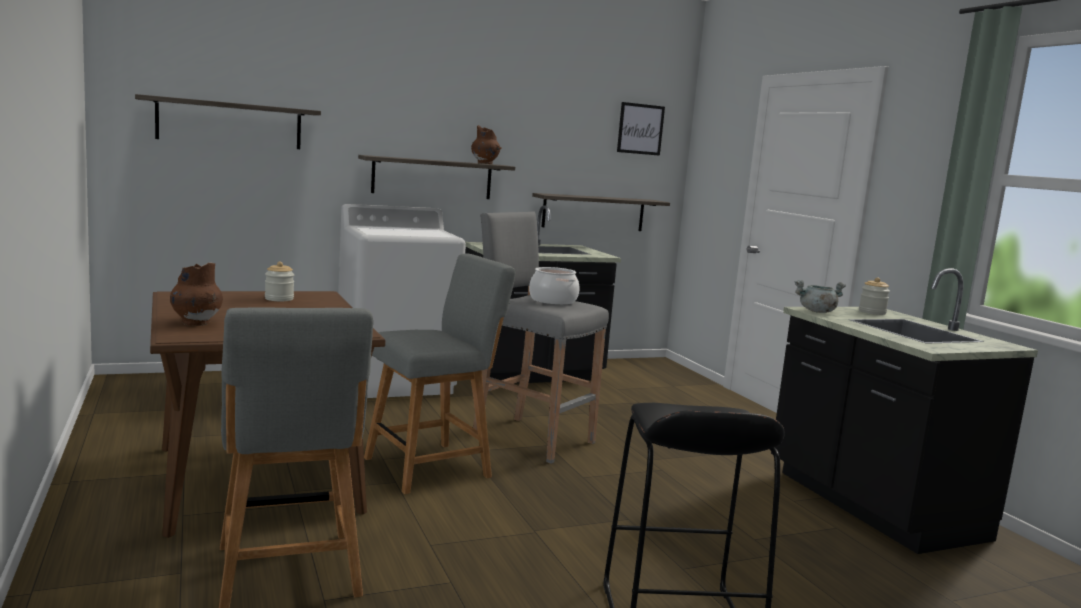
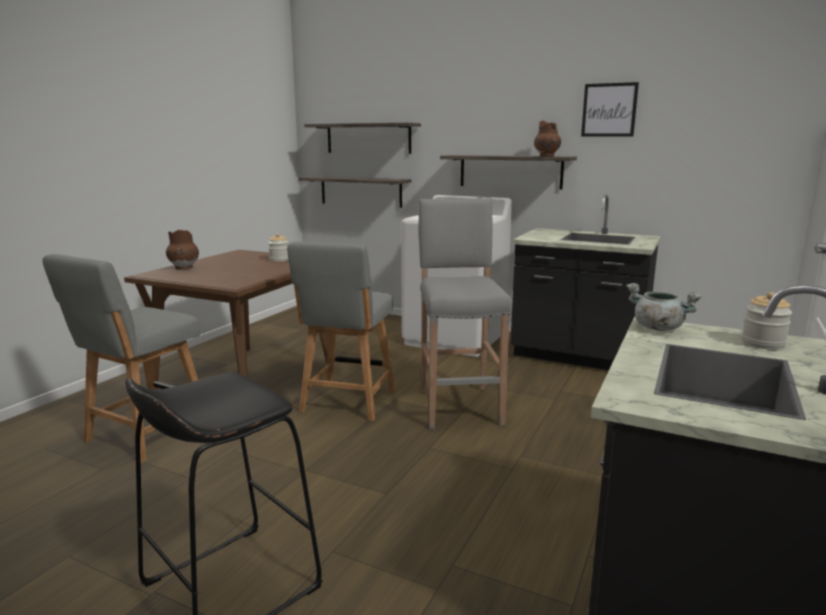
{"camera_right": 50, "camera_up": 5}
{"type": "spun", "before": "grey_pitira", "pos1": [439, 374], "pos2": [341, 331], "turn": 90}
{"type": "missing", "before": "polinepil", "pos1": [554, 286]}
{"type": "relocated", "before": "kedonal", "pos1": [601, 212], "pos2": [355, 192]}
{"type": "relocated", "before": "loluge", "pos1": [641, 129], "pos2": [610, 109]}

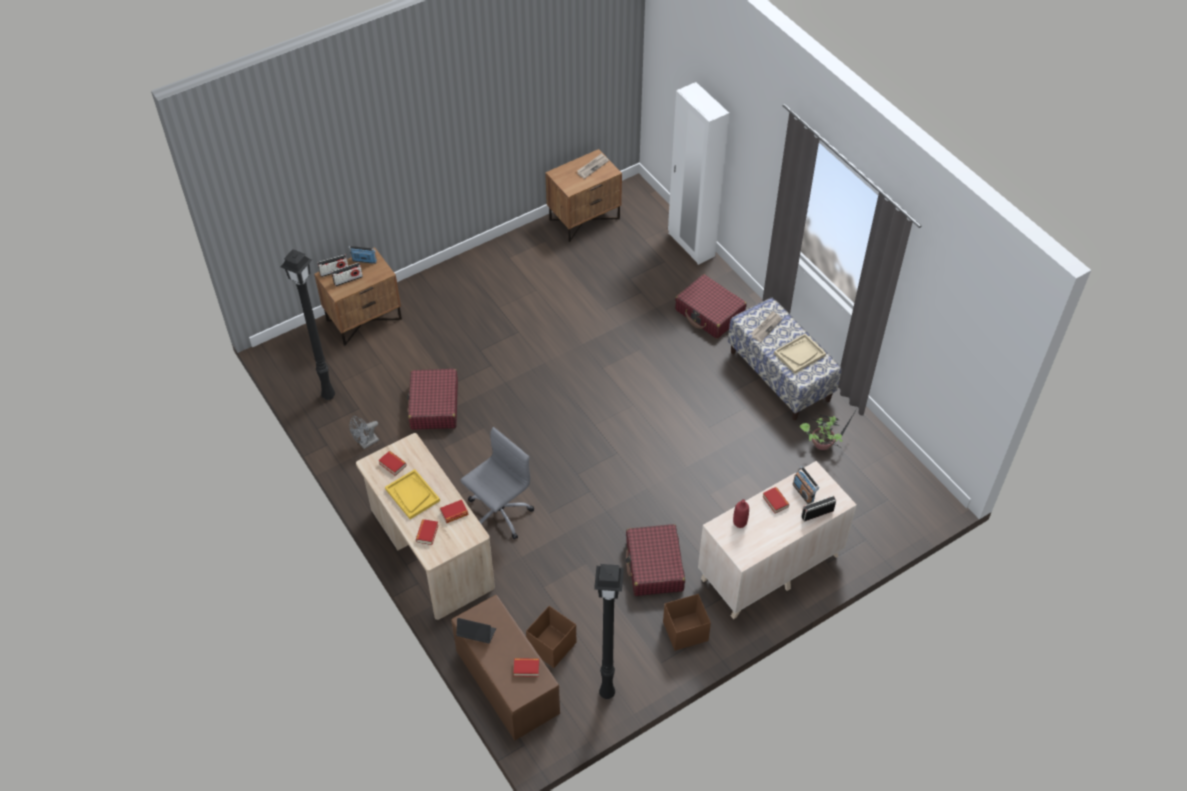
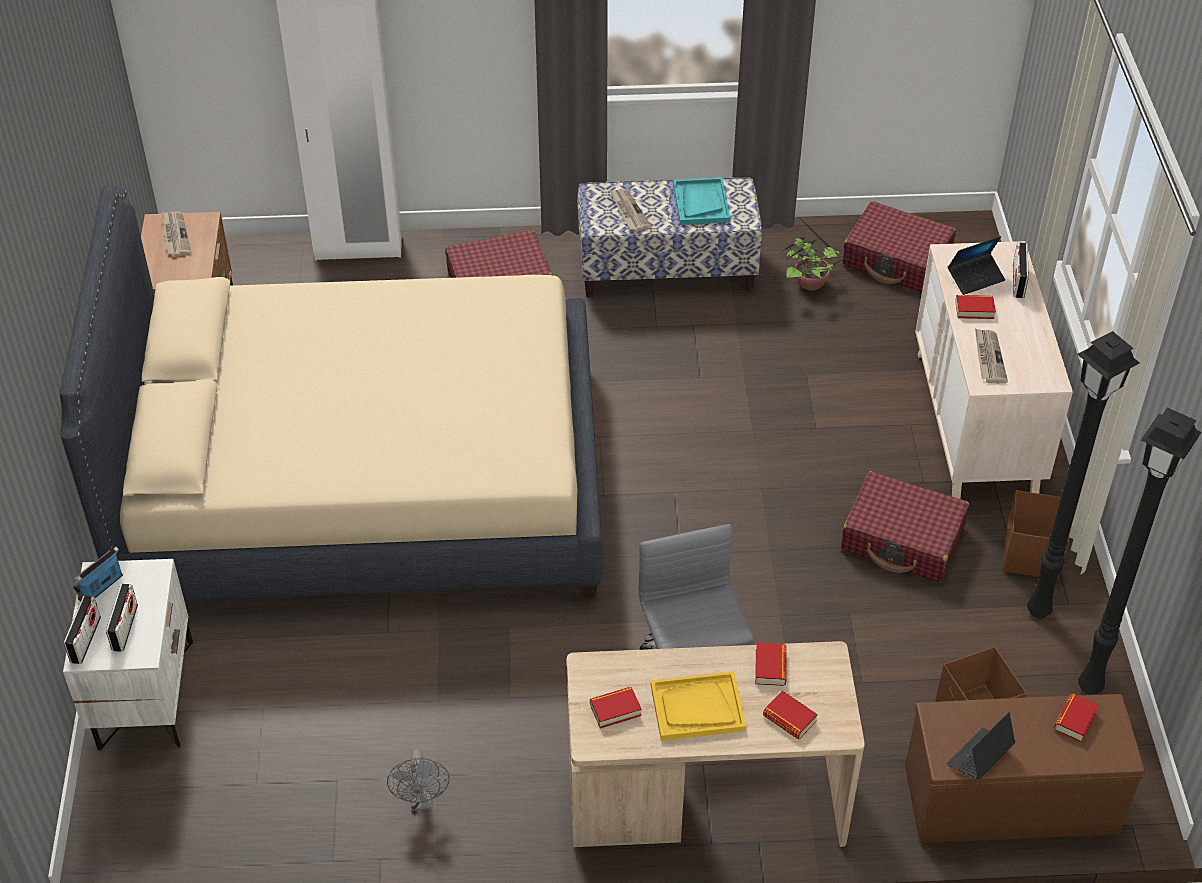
{"camera_right": -60, "camera_up": -5}
{"type": "relocated", "before": "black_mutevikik", "pos1": [308, 324], "pos2": [1083, 475]}
{"type": "colour", "before": "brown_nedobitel", "after": "white_nedobitel", "pos1": [358, 296], "pos2": [128, 655]}
{"type": "relocated", "before": "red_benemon", "pos1": [432, 399], "pos2": [899, 246]}
{"type": "exchanged", "before": "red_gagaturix", "after": "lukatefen", "pos1": [741, 513], "pos2": [991, 355]}
{"type": "colour", "before": "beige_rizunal", "after": "turquoise_rizunal", "pos1": [800, 353], "pos2": [702, 201]}
{"type": "exchanged", "before": "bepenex", "after": "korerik", "pos1": [806, 485], "pos2": [976, 265]}
{"type": "appeared", "after": "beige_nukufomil", "pos2": [331, 392]}

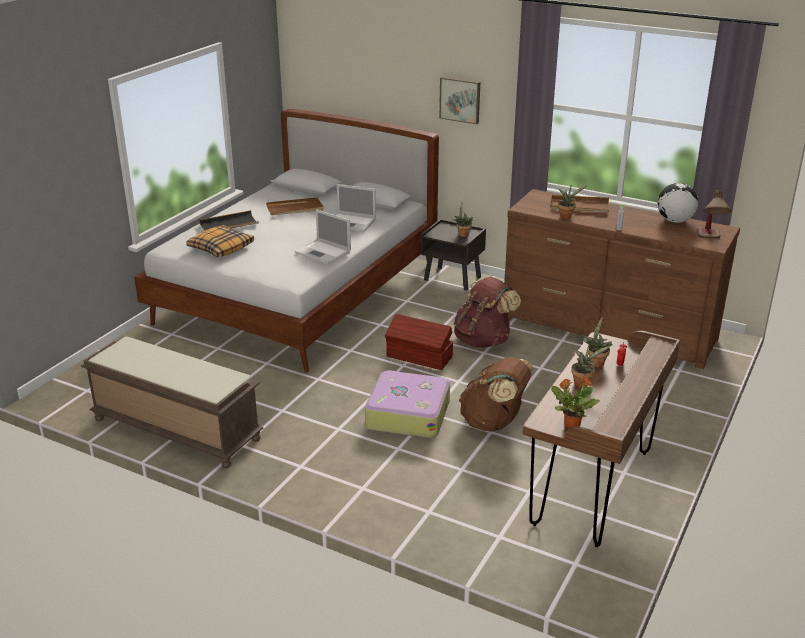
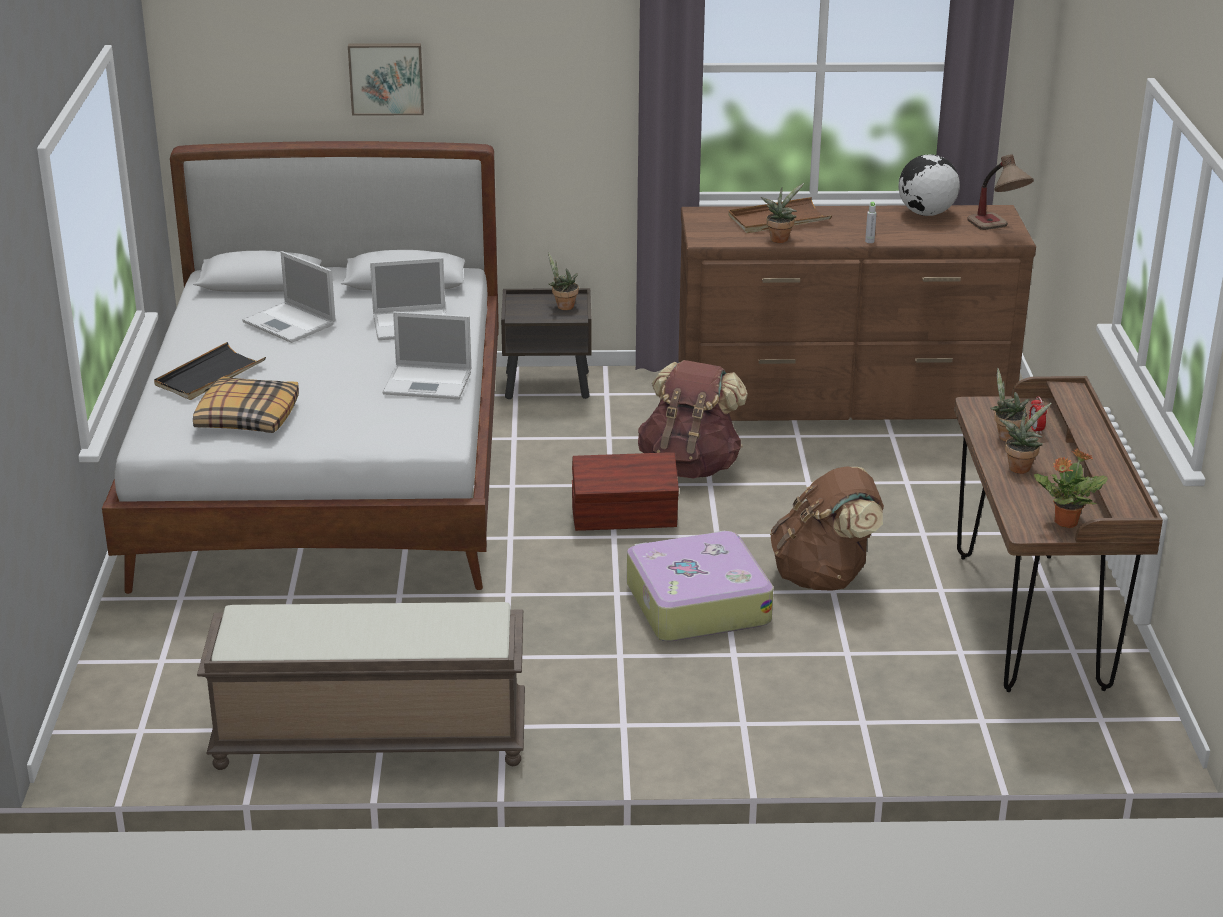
{"camera_right": -30, "camera_up": 0}
{"type": "exchanged", "before": "brown_rizunal", "after": "korerik", "pos1": [295, 206], "pos2": [289, 297]}
{"type": "relocated", "before": "loluge", "pos1": [459, 100], "pos2": [386, 79]}

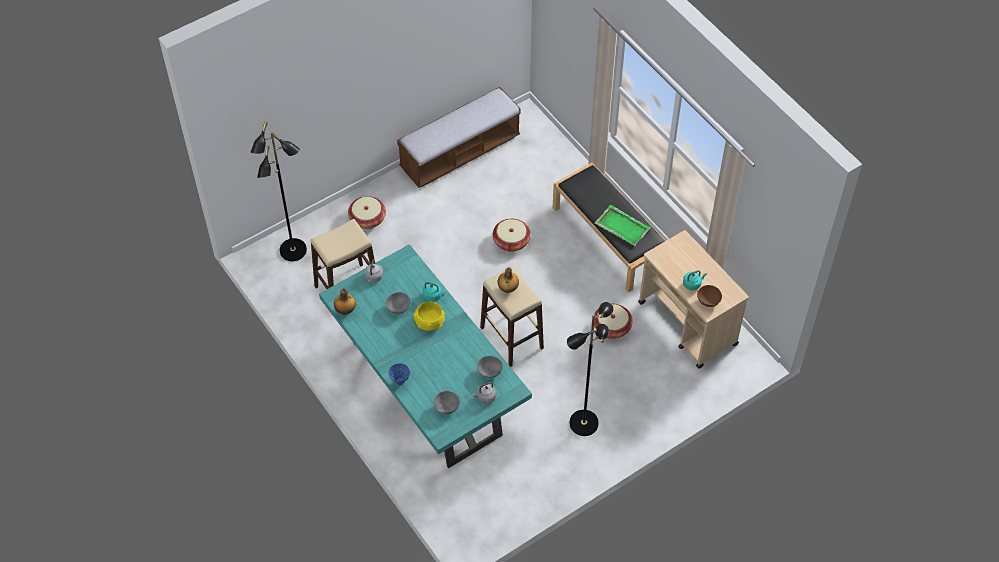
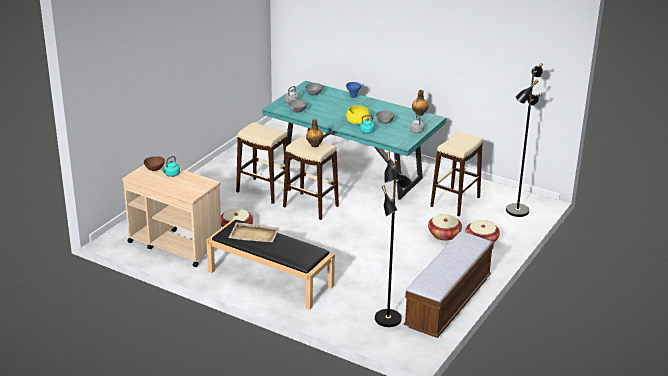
{"camera_right": 155, "camera_up": -25}
{"type": "relocated", "before": "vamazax", "pos1": [512, 235], "pos2": [445, 227]}
{"type": "relocated", "before": "black_mutevikik", "pos1": [590, 369], "pos2": [393, 239]}
{"type": "colour", "before": "green_rizunal", "after": "beige_rizunal", "pos1": [623, 225], "pos2": [253, 232]}
{"type": "appeared", "after": "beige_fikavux", "pos2": [263, 163]}

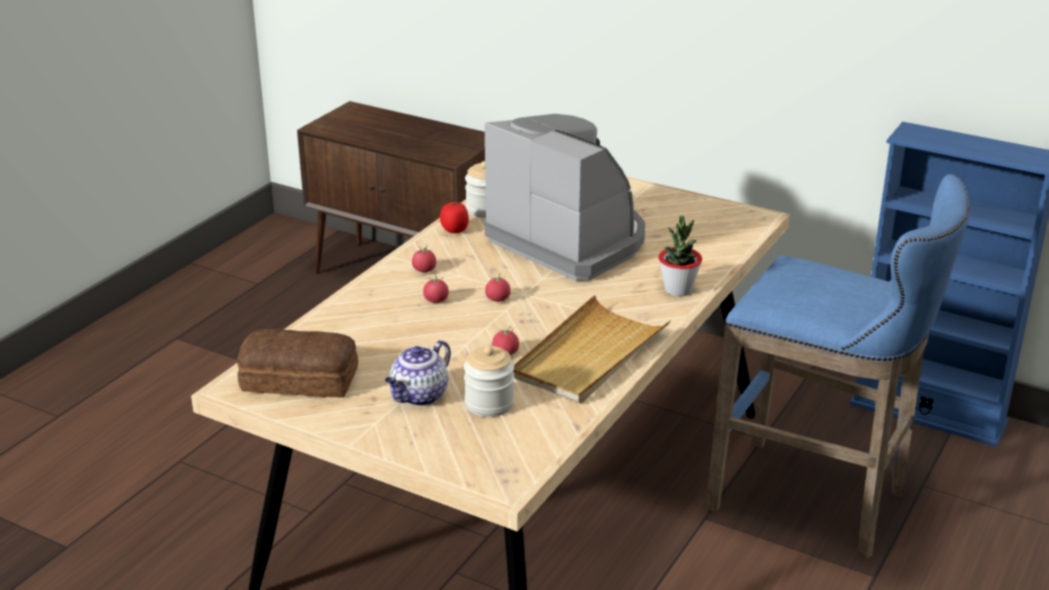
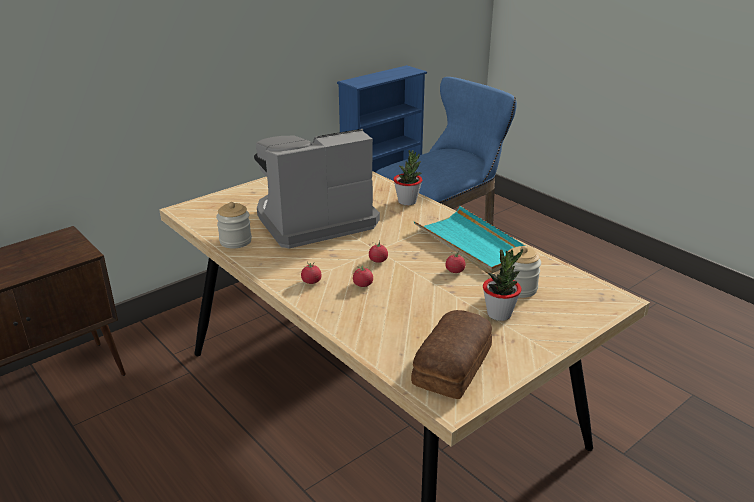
{"camera_right": -70, "camera_up": 0}
{"type": "exchanged", "before": "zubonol", "after": "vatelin", "pos1": [418, 373], "pos2": [503, 285]}
{"type": "missing", "before": "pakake", "pos1": [454, 217]}
{"type": "colour", "before": "beige_rizunal", "after": "turquoise_rizunal", "pos1": [592, 349], "pos2": [470, 240]}

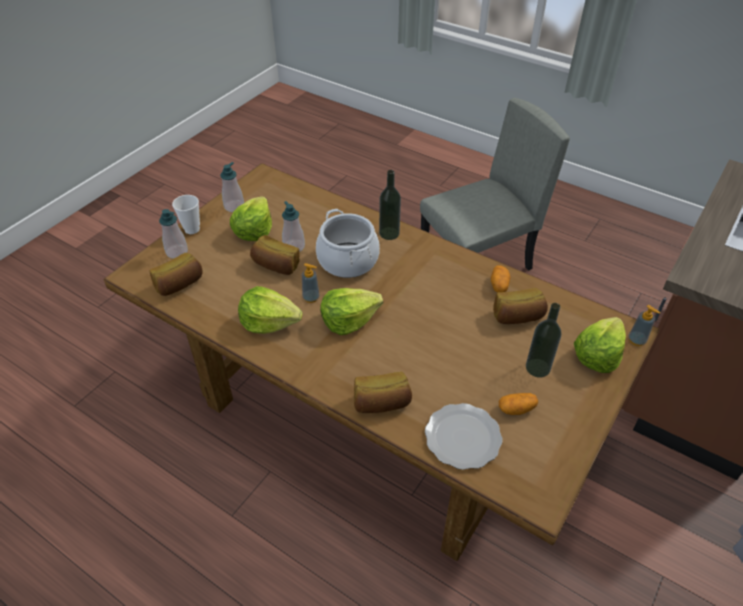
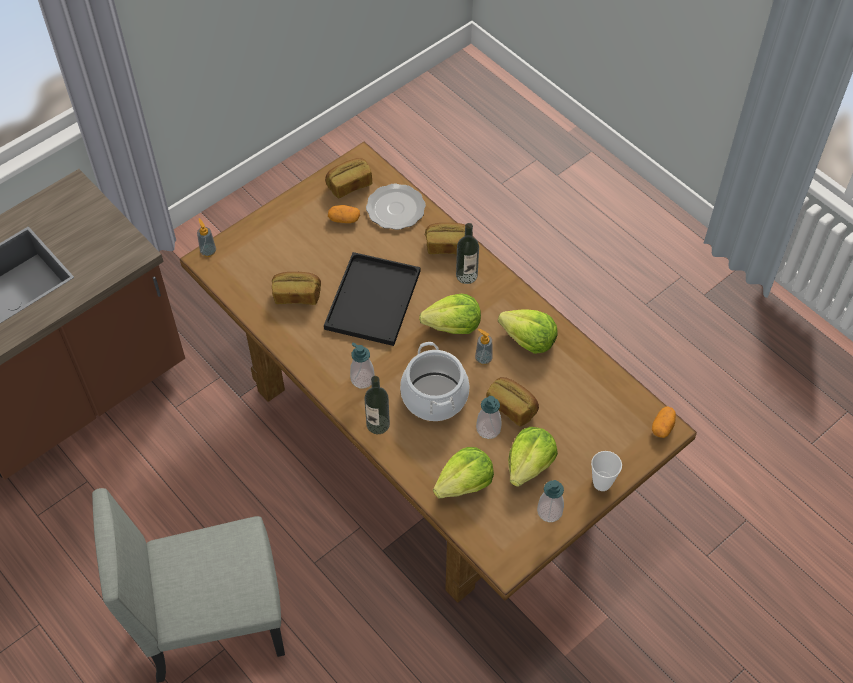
{"camera_right": -165, "camera_up": 10}
{"type": "relocated", "before": "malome", "pos1": [176, 274], "pos2": [348, 178]}
{"type": "relocated", "before": "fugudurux", "pos1": [173, 234], "pos2": [362, 365]}
{"type": "relocated", "before": "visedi", "pos1": [500, 278], "pos2": [664, 422]}
{"type": "relocated", "before": "gagaturix", "pos1": [543, 340], "pos2": [467, 253]}
{"type": "relocated", "before": "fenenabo", "pos1": [600, 345], "pos2": [463, 473]}
{"type": "appeared", "after": "black_rizunal", "pos2": [372, 299]}

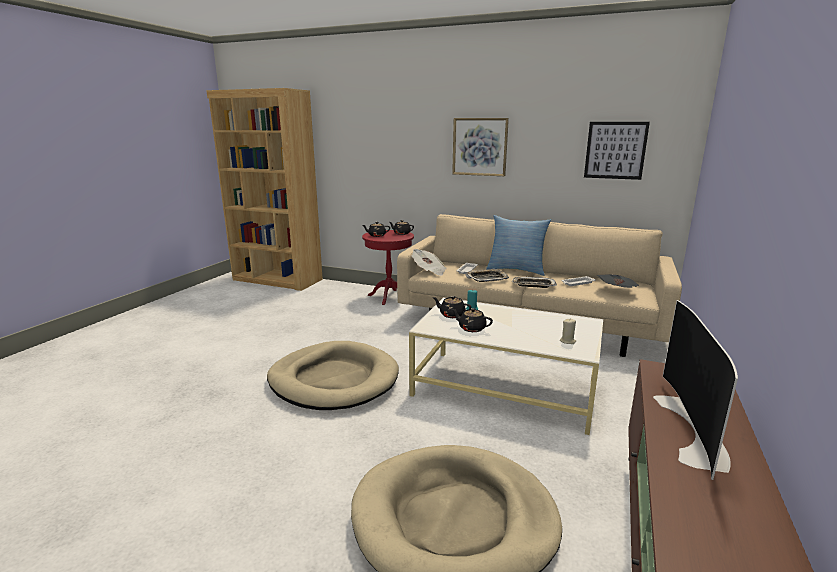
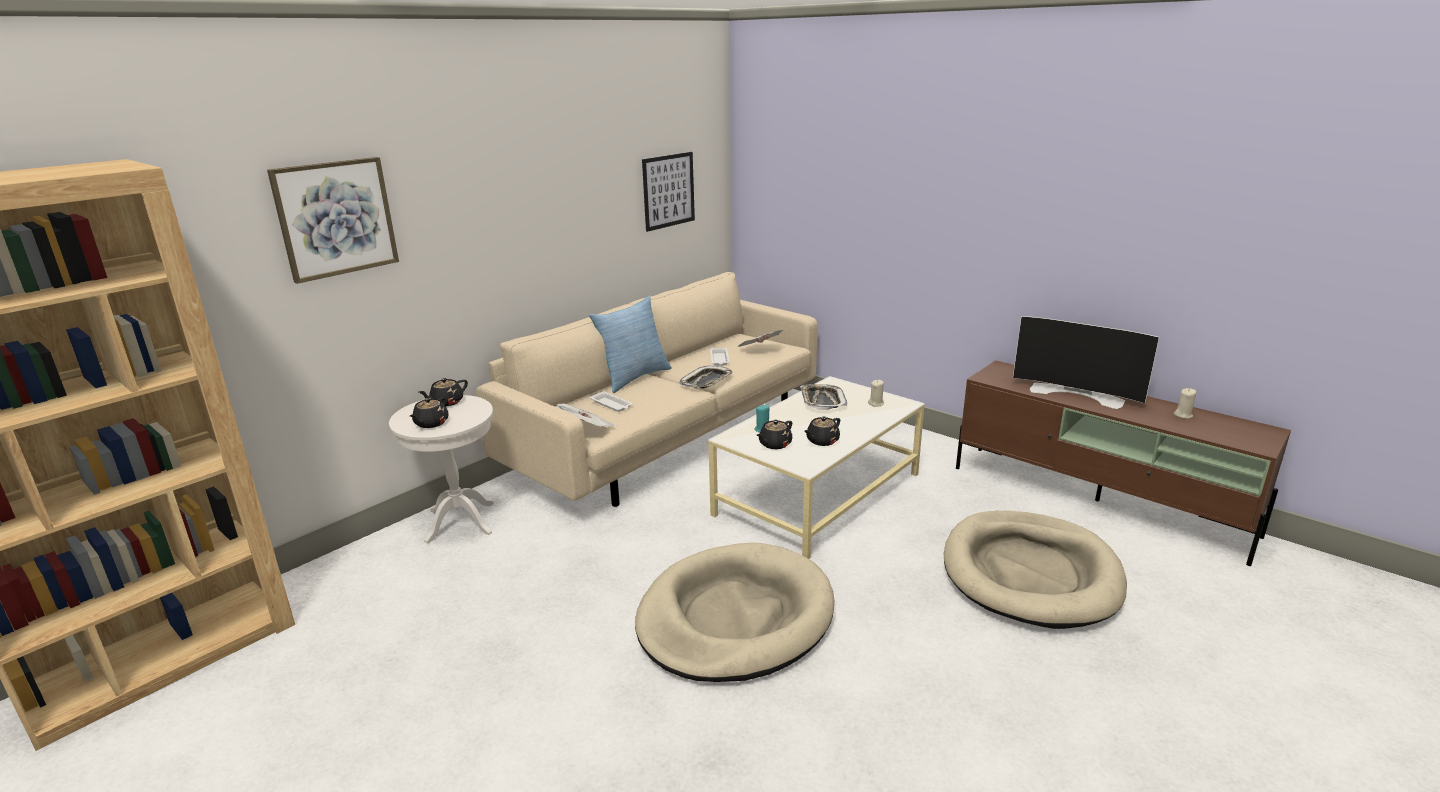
{"camera_right": -70, "camera_up": 5}
{"type": "colour", "before": "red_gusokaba", "after": "white_gusokaba", "pos1": [388, 267], "pos2": [441, 469]}
{"type": "relocated", "before": "loluge", "pos1": [480, 147], "pos2": [333, 220]}
{"type": "relocated", "before": "rizunal", "pos1": [487, 275], "pos2": [823, 397]}
{"type": "appeared", "after": "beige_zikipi", "pos2": [1185, 403]}

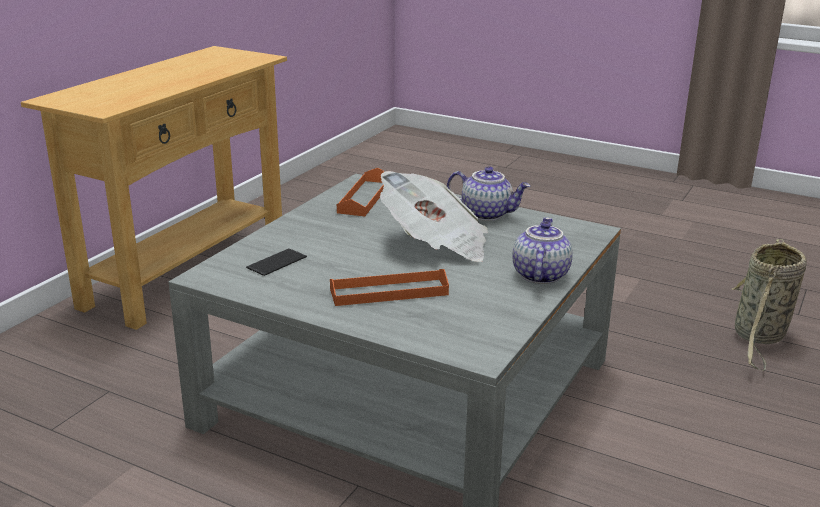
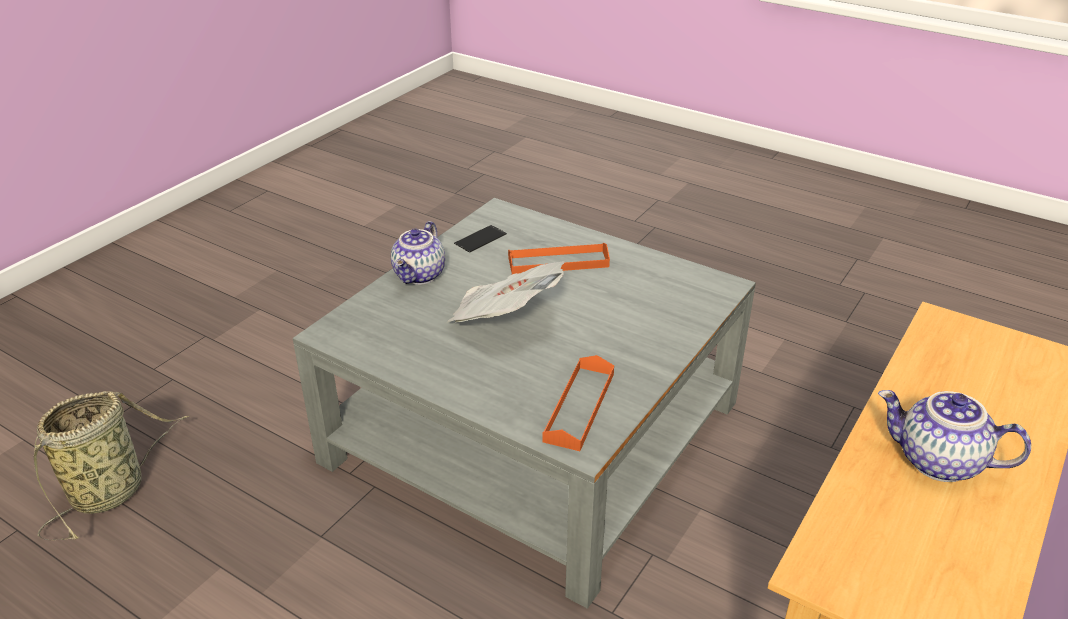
{"camera_right": -175, "camera_up": 10}
{"type": "relocated", "before": "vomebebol", "pos1": [276, 262], "pos2": [480, 239]}
{"type": "relocated", "before": "zubonol", "pos1": [488, 193], "pos2": [954, 436]}

